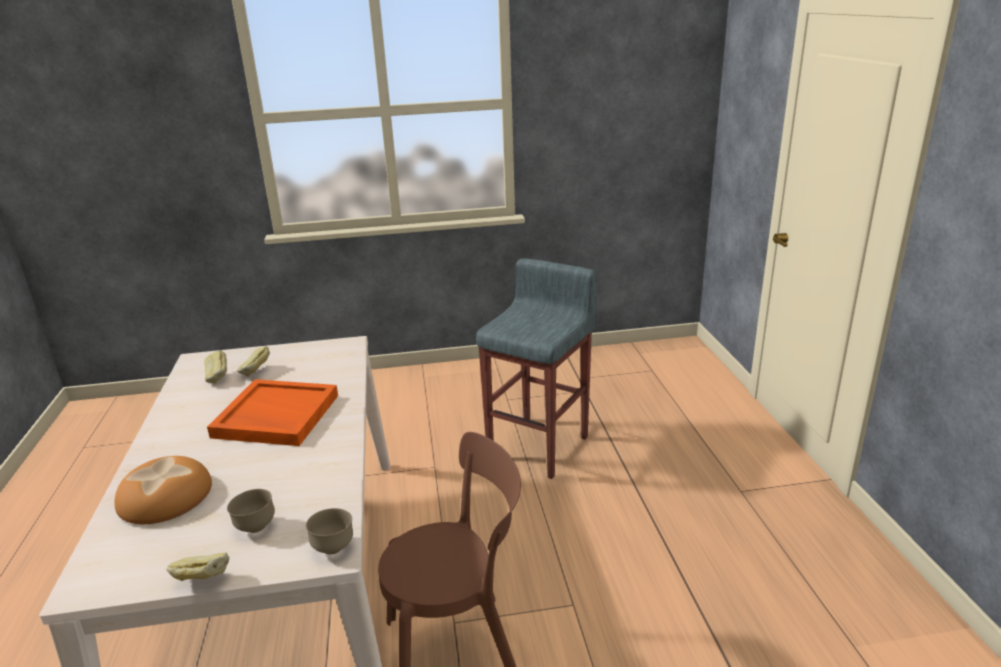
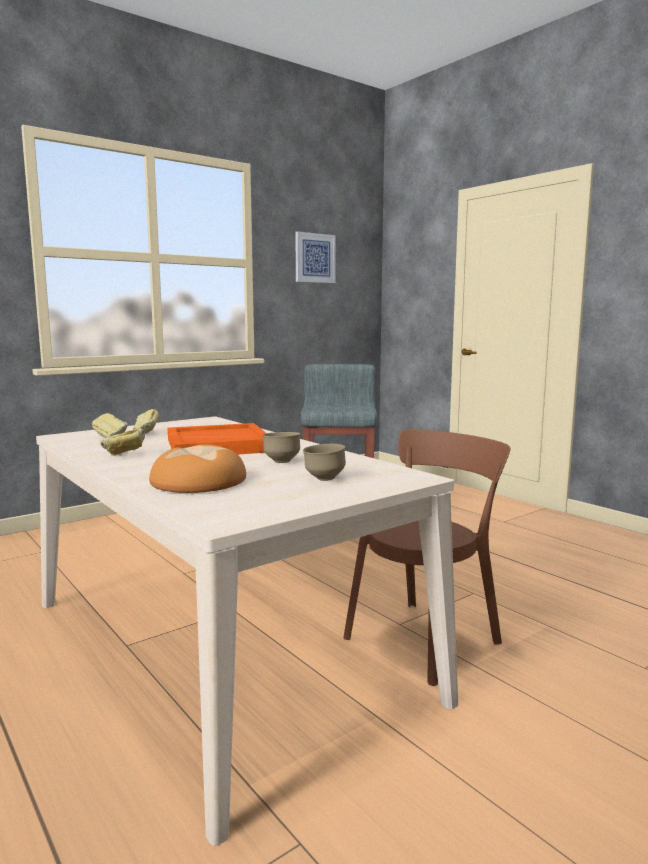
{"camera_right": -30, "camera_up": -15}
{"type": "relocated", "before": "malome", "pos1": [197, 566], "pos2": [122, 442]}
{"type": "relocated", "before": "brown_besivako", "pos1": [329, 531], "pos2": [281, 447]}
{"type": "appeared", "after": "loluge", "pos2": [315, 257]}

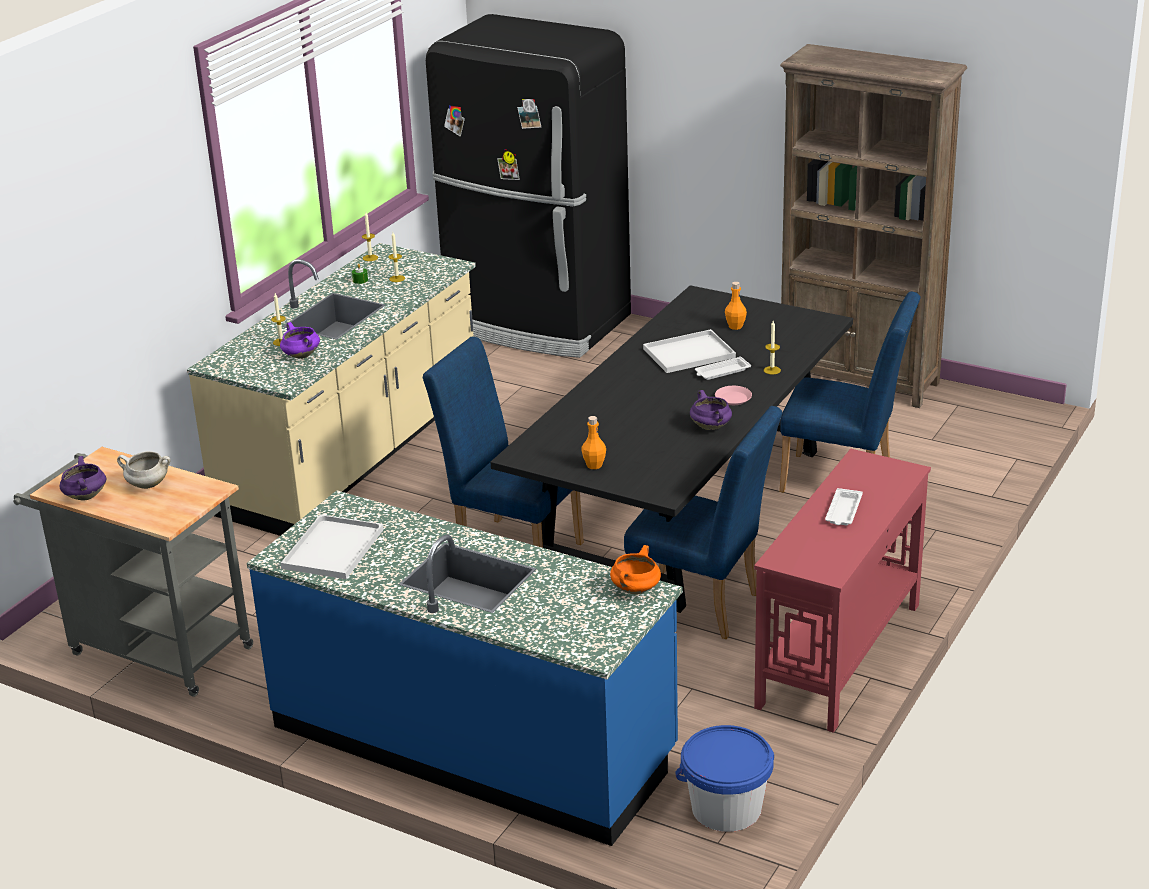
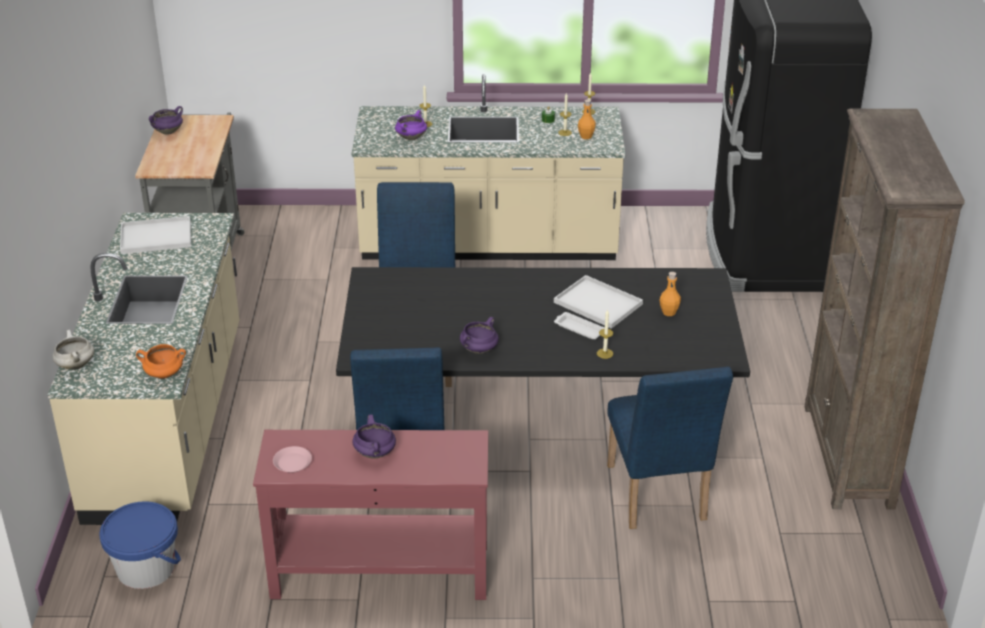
{"camera_right": 60, "camera_up": 5}
{"type": "relocated", "before": "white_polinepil", "pos1": [144, 470], "pos2": [73, 349]}
{"type": "colour", "before": "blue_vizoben", "after": "beige_vizoben", "pos1": [465, 668], "pos2": [143, 369]}
{"type": "relocated", "before": "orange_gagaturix", "pos1": [593, 442], "pos2": [587, 119]}
{"type": "relocated", "before": "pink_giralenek", "pos1": [733, 395], "pos2": [292, 459]}
{"type": "exchanged", "before": "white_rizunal", "after": "purple_polinepil", "pos1": [844, 506], "pos2": [374, 436]}

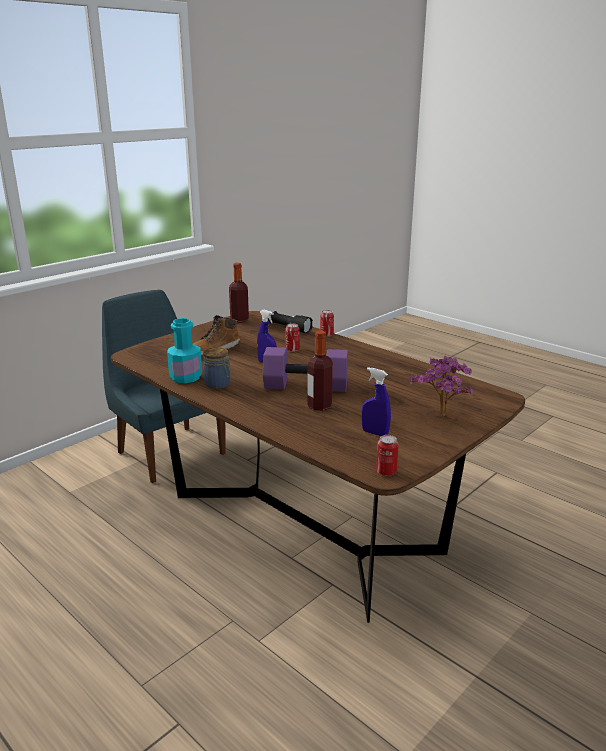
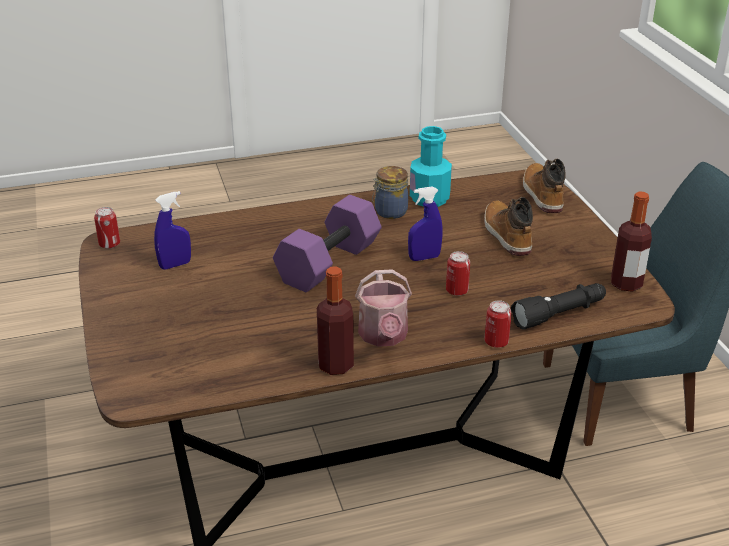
{"camera_right": 120, "camera_up": 10}
{"type": "relocated", "before": "gagaturix", "pos1": [320, 370], "pos2": [335, 320]}
{"type": "missing", "before": "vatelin", "pos1": [441, 386]}
{"type": "appeared", "after": "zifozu", "pos2": [383, 308]}
{"type": "appeared", "after": "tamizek", "pos2": [544, 186]}

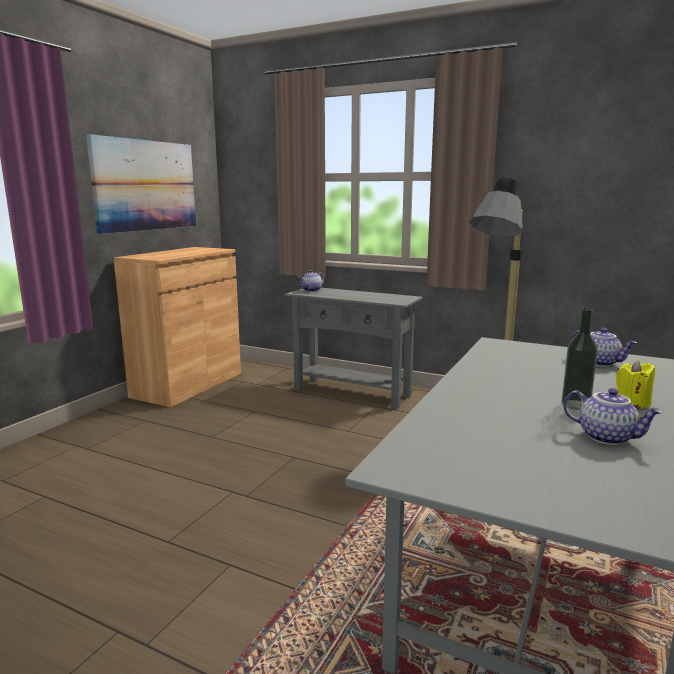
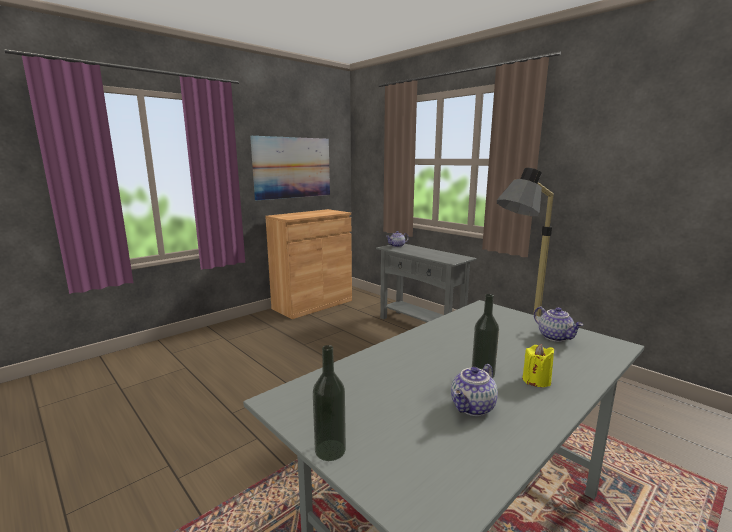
{"camera_right": 20, "camera_up": 0}
{"type": "spun", "before": "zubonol", "pos1": [613, 416], "pos2": [474, 390], "turn": 75}
{"type": "appeared", "after": "gagaturix", "pos2": [329, 403]}

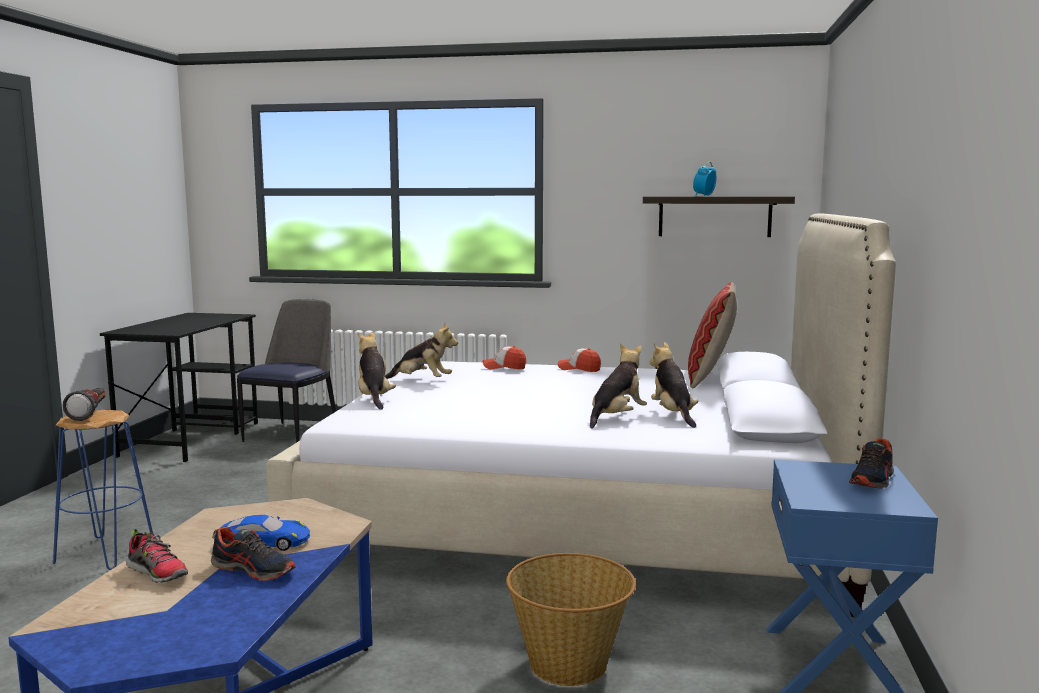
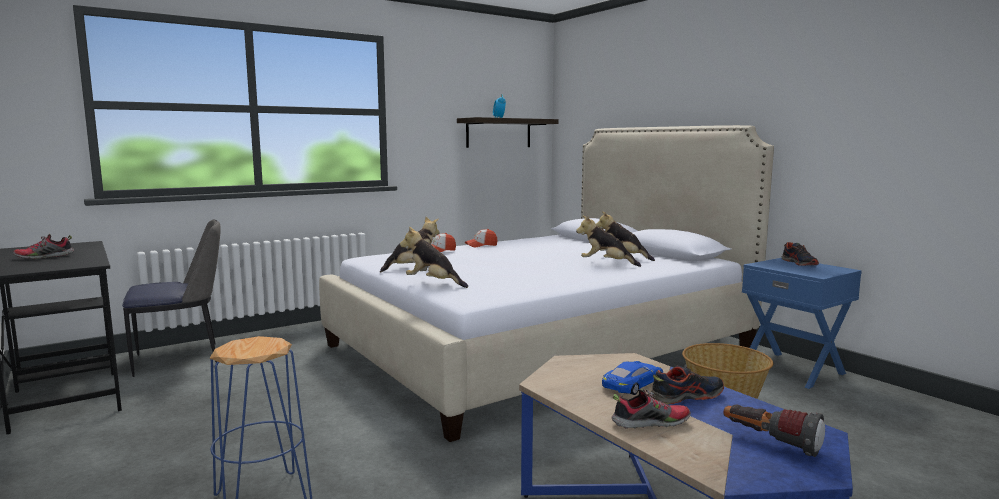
{"camera_right": -45, "camera_up": 0}
{"type": "relocated", "before": "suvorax", "pos1": [84, 404], "pos2": [774, 430]}
{"type": "spun", "before": "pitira", "pos1": [286, 370], "pos2": [171, 298], "turn": 90}
{"type": "spun", "before": "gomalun", "pos1": [618, 386], "pos2": [608, 241], "turn": -60}
{"type": "missing", "before": "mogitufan", "pos1": [712, 335]}
{"type": "appeared", "after": "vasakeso", "pos2": [43, 246]}

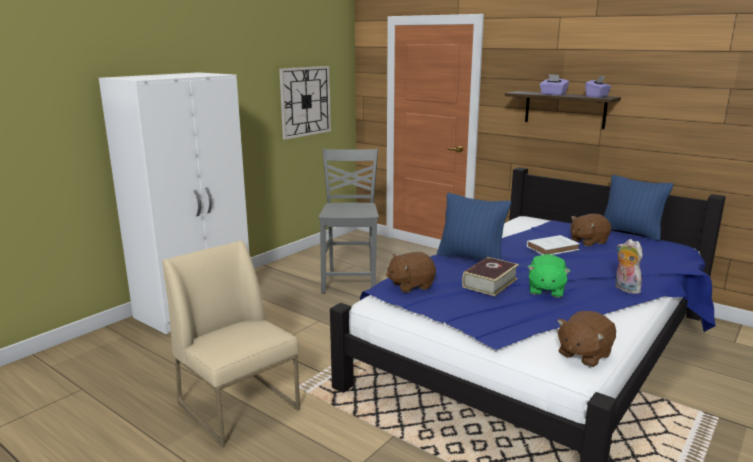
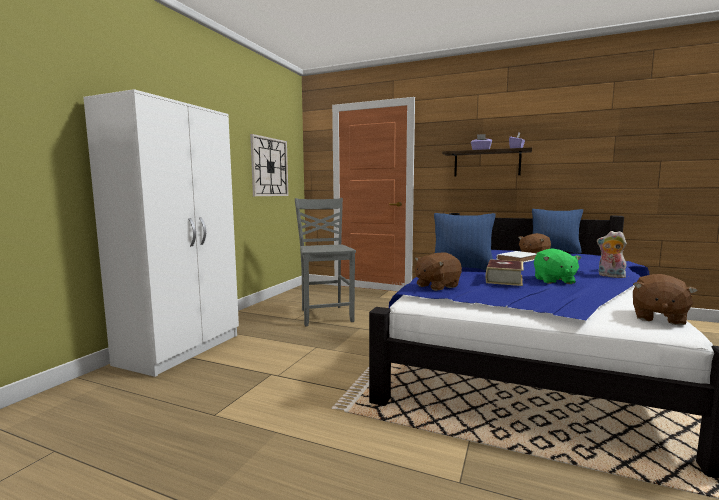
{"camera_right": -15, "camera_up": -10}
{"type": "missing", "before": "beige_pitira", "pos1": [231, 343]}

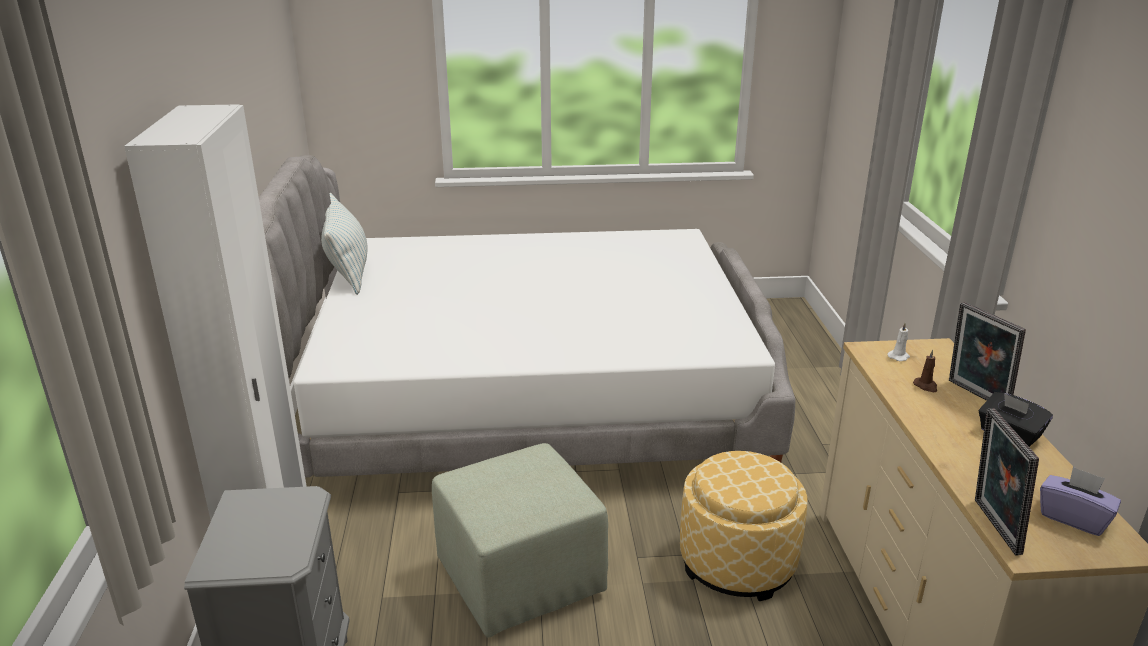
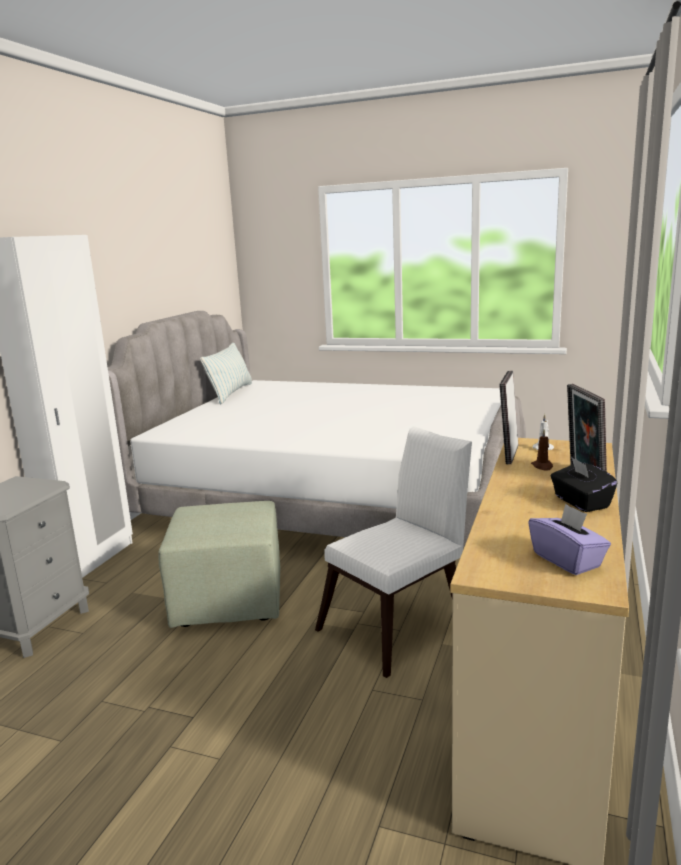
{"camera_right": 25, "camera_up": -10}
{"type": "exchanged", "before": "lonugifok", "after": "white_pitira", "pos1": [744, 526], "pos2": [393, 552]}
{"type": "relocated", "before": "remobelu", "pos1": [1007, 481], "pos2": [508, 417]}

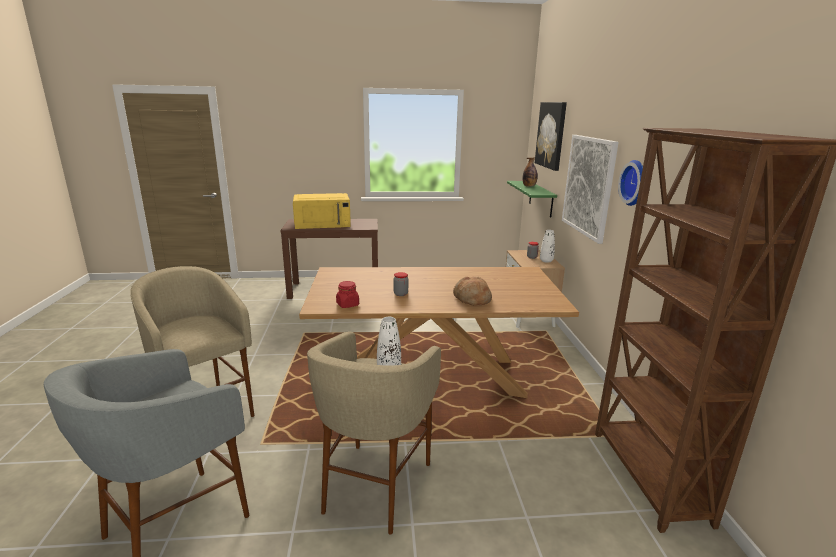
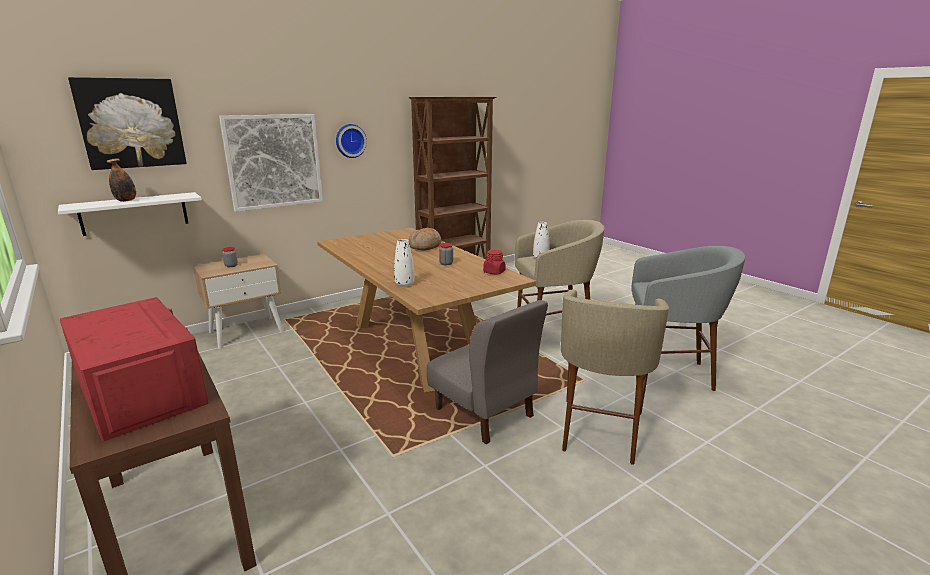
{"camera_right": -120, "camera_up": 0}
{"type": "colour", "before": "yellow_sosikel", "after": "red_sosikel", "pos1": [322, 211], "pos2": [134, 369]}
{"type": "colour", "before": "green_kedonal", "after": "white_kedonal", "pos1": [532, 199], "pos2": [130, 214]}
{"type": "relocated", "before": "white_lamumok", "pos1": [547, 246], "pos2": [404, 263]}
{"type": "appeared", "after": "grey_pitira", "pos2": [487, 372]}

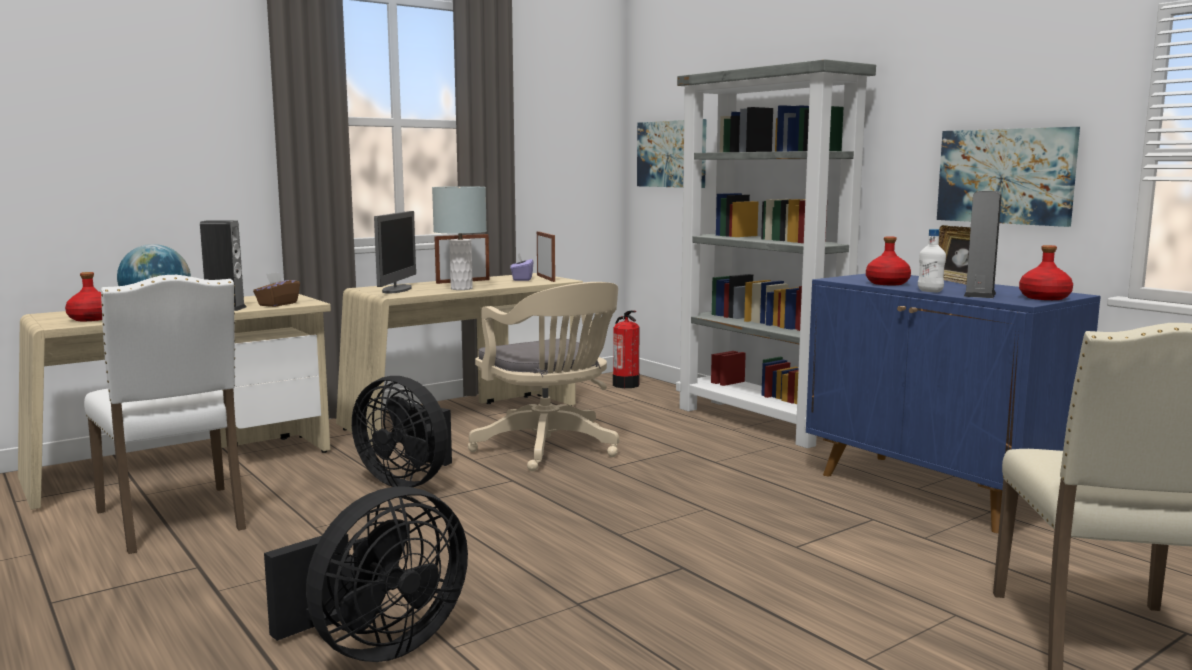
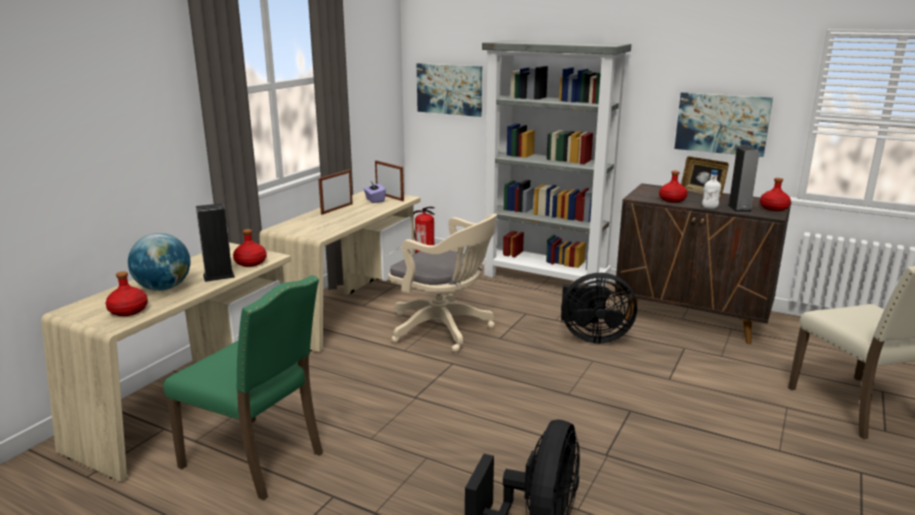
{"camera_right": -25, "camera_up": 10}
{"type": "colour", "before": "white_pitira", "after": "green_pitira", "pos1": [165, 414], "pos2": [243, 388]}
{"type": "exchanged", "before": "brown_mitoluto", "after": "red_gagaturix", "pos1": [276, 289], "pos2": [250, 248]}
{"type": "relocated", "before": "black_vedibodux", "pos1": [402, 431], "pos2": [599, 308]}
{"type": "missing", "before": "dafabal", "pos1": [395, 252]}
{"type": "missing", "before": "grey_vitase", "pos1": [459, 238]}
{"type": "colour", "before": "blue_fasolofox", "after": "brown_fasolofox", "pos1": [953, 403], "pos2": [703, 263]}

